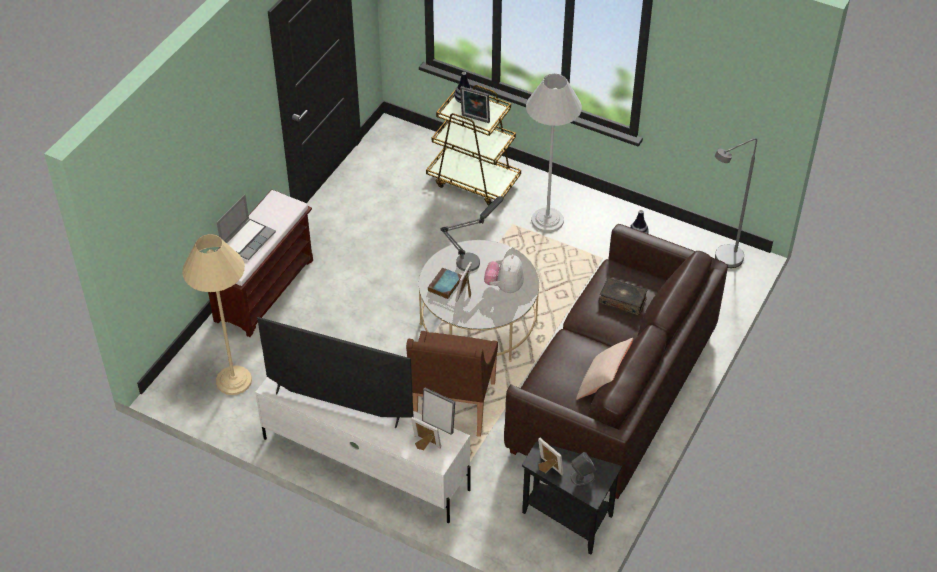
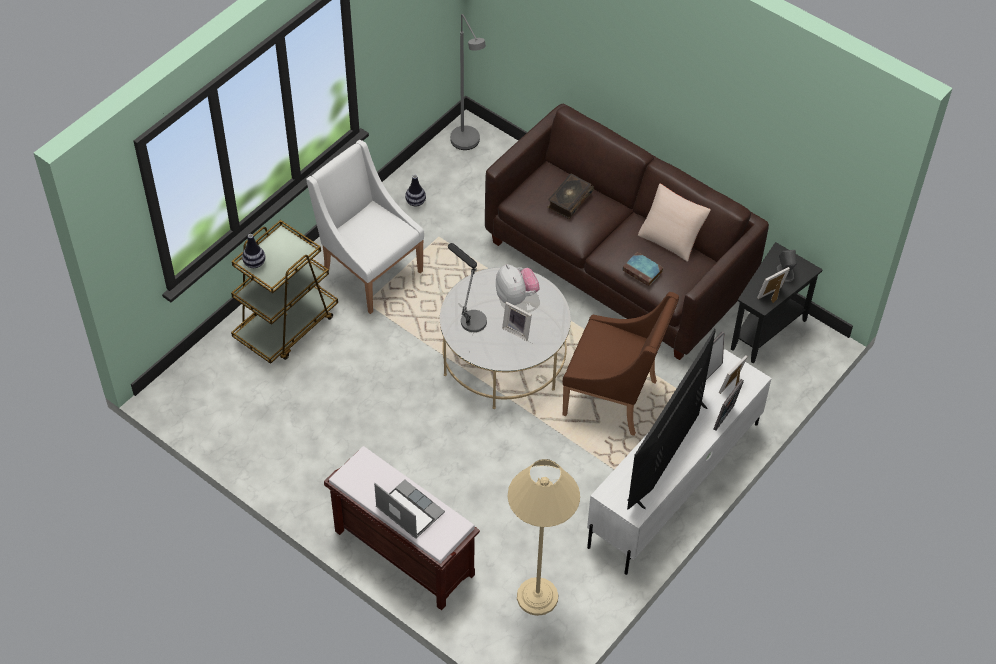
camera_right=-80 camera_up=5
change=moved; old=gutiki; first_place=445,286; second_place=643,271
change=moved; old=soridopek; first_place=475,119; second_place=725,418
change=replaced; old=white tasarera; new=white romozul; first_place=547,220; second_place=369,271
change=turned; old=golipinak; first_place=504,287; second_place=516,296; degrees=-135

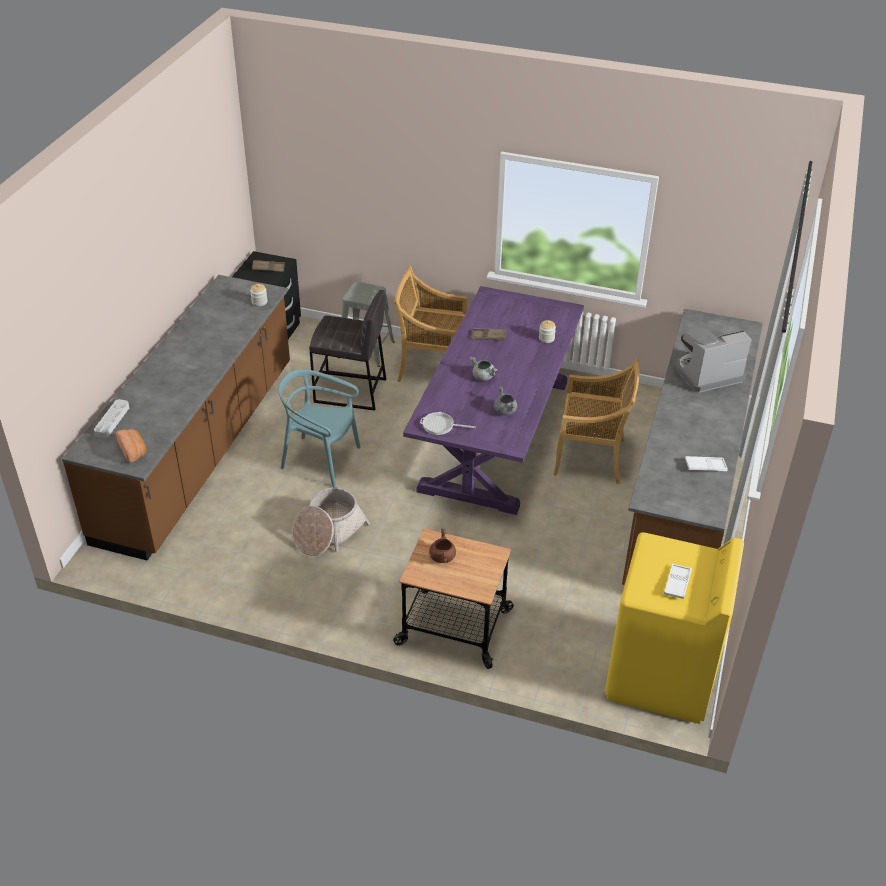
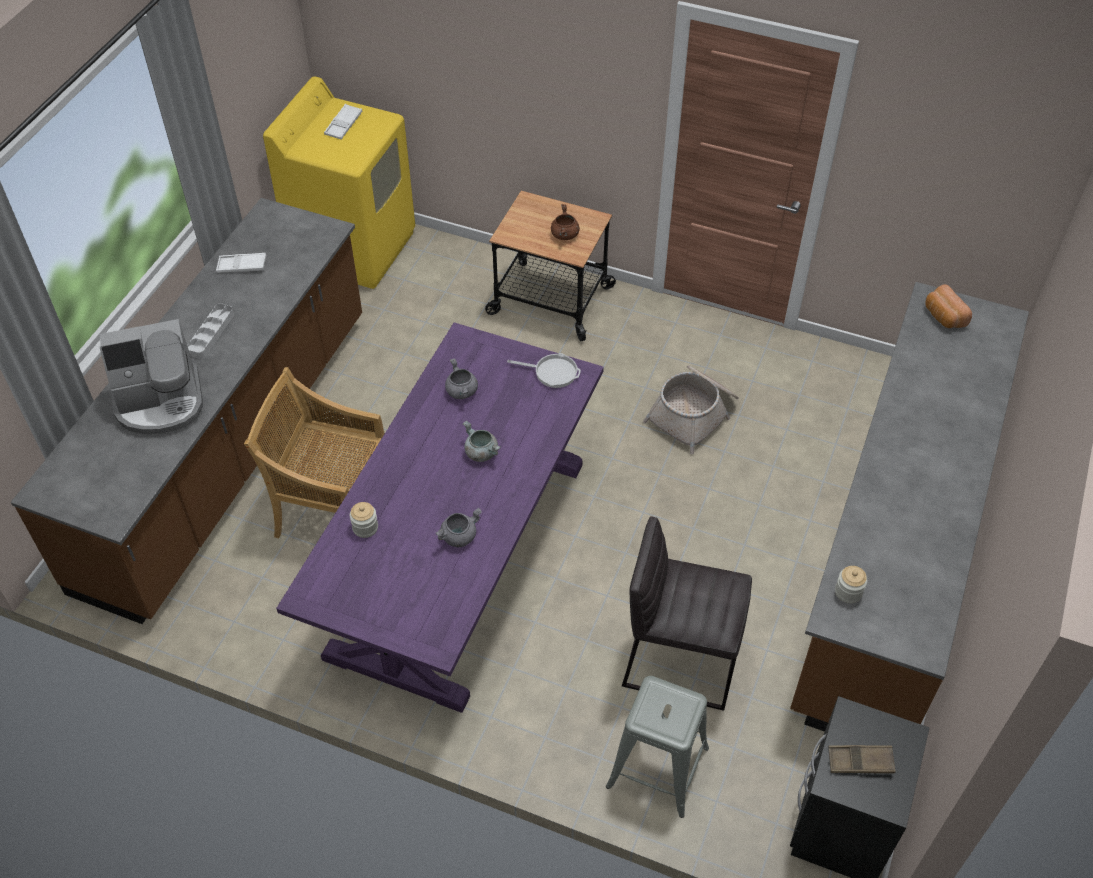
camera_right=-175 camera_up=10
change=removed; old=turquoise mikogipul; first_place=321,460
change=removed; old=beige mikogipul; first_place=431,367
change=moved; old=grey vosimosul; first_place=112,421; second_place=211,333
change=replaced; old=brown vosimosul; new=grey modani; first_place=488,336; second_place=459,536

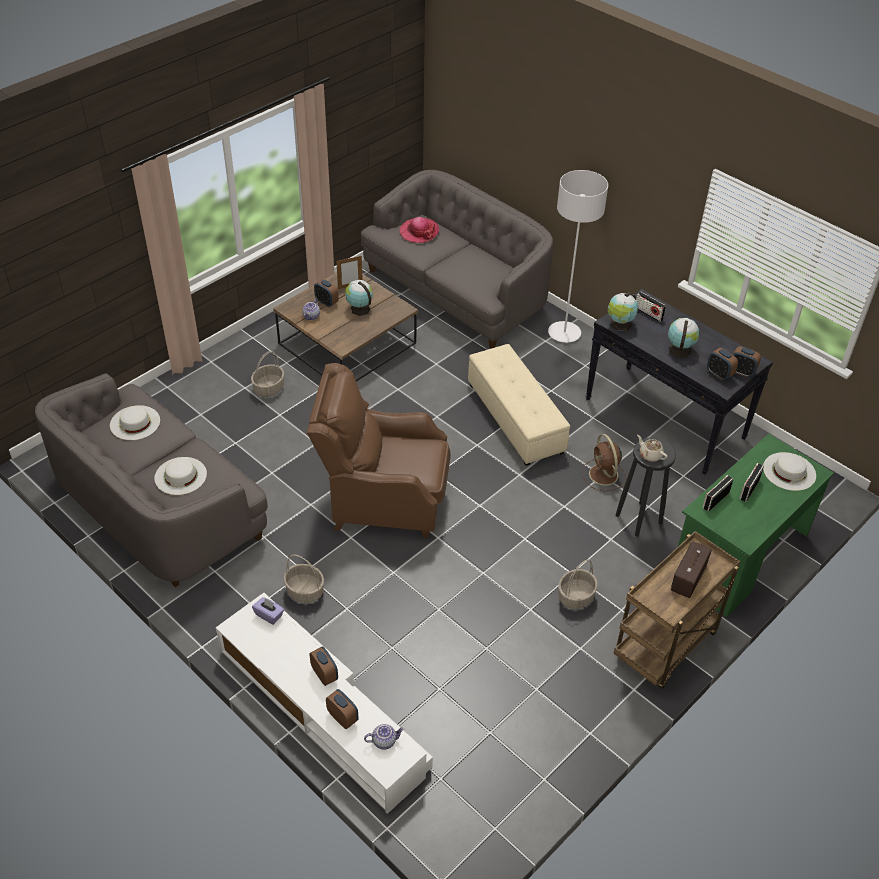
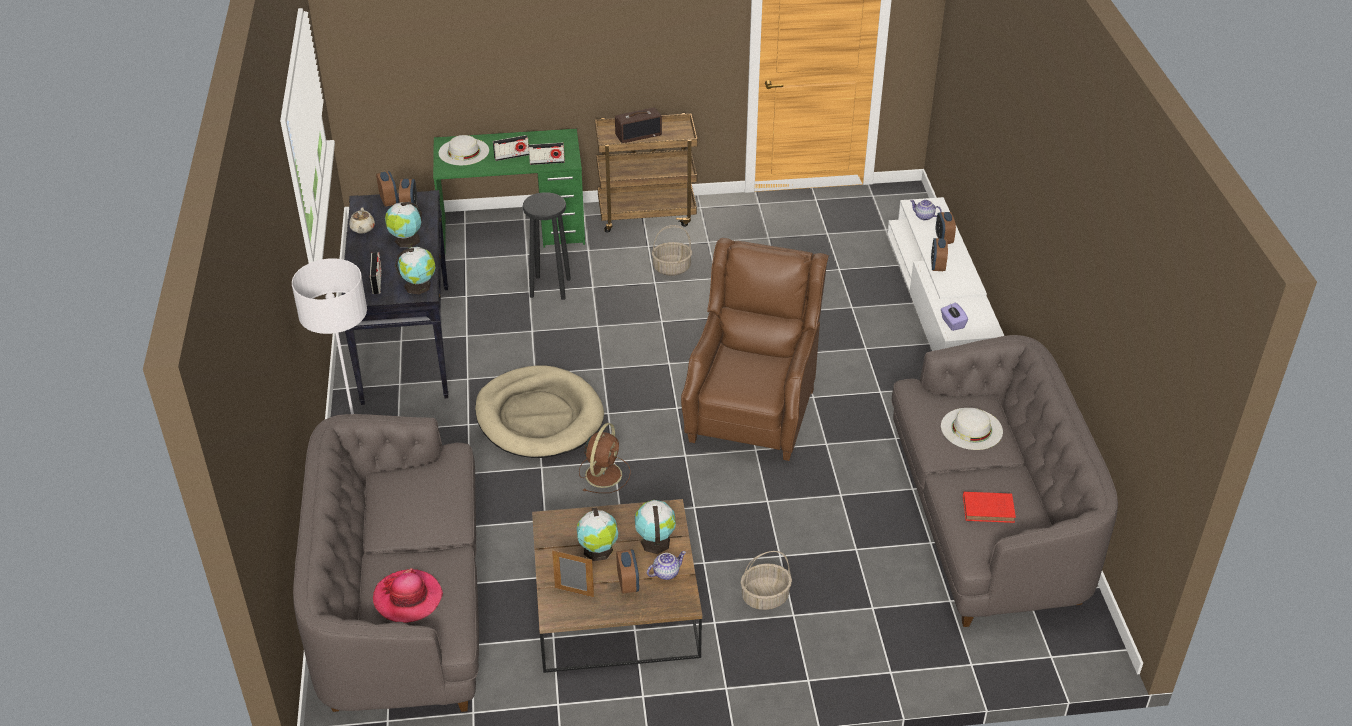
camera_right=-140 camera_up=-5
change=removed; old=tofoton; first_place=304,591
change=added; new=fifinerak; second_place=655,541
change=moved; old=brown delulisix; first_place=604,475; second_place=604,473
change=moved; old=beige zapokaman; first_place=650,455; second_place=362,229
change=replaced; old=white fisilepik; new=red gutiki; first_place=135,422; second_place=989,509
change=replaced; old=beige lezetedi; new=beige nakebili; first_place=516,418; second_place=539,417
change=turned; old=brown romozul; first_place=383,500; second_place=752,412; degrees=-120

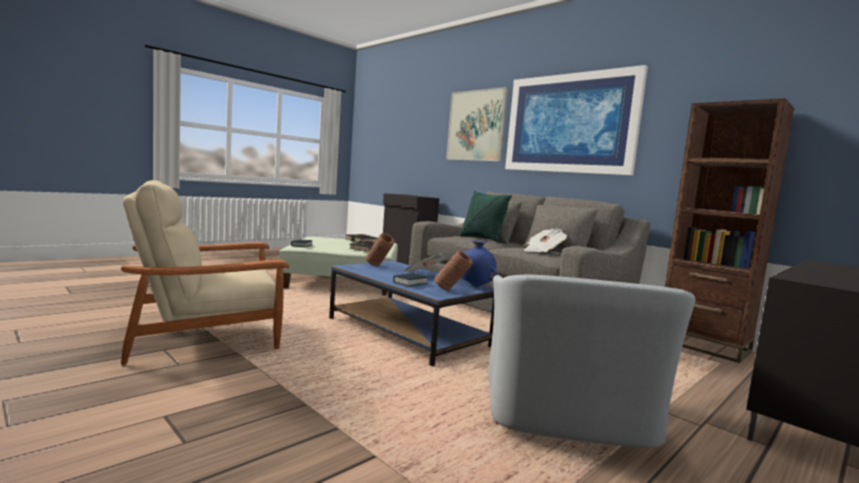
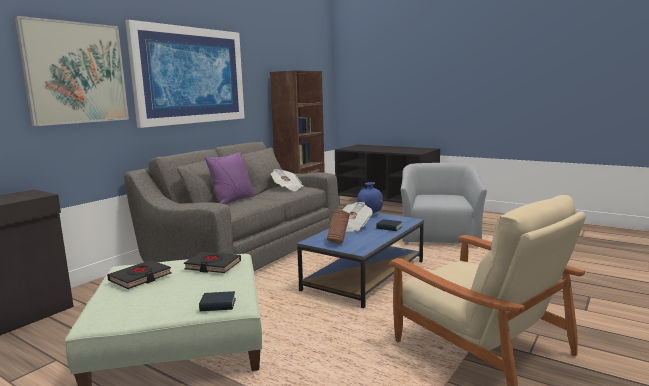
camera_right=-100 camera_up=5
change=removed; old=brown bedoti; first_place=451,291
change=recoloured; old=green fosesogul; new=purple fosesogul; first_place=481,238; second_place=233,201
change=turned; old=grey romozul; first_place=567,415; second_place=439,236; degrees=-75

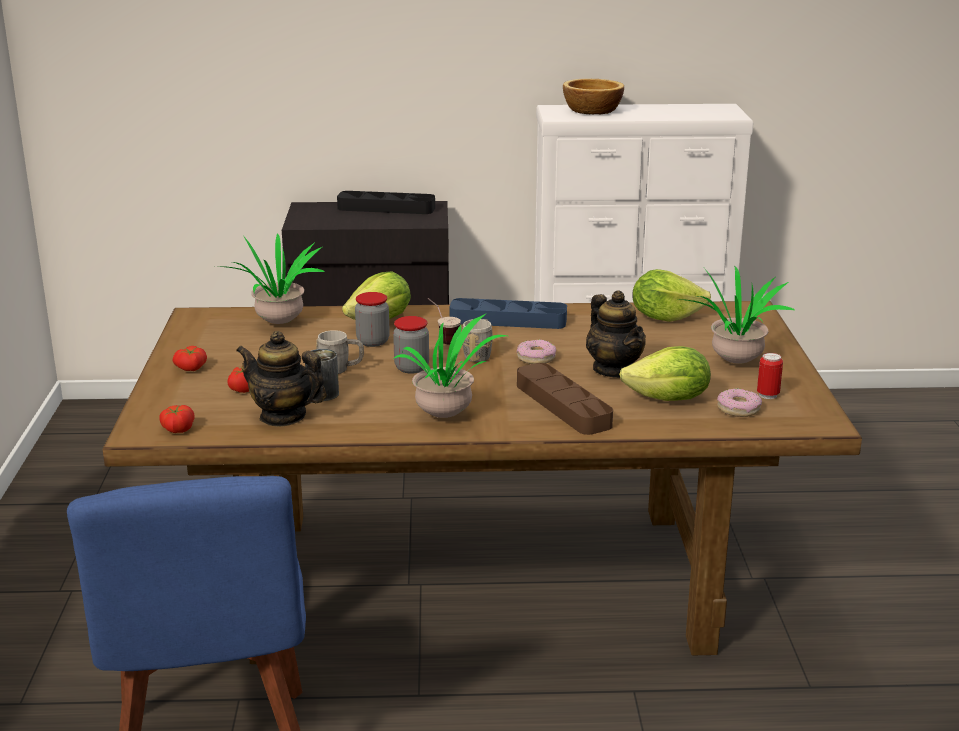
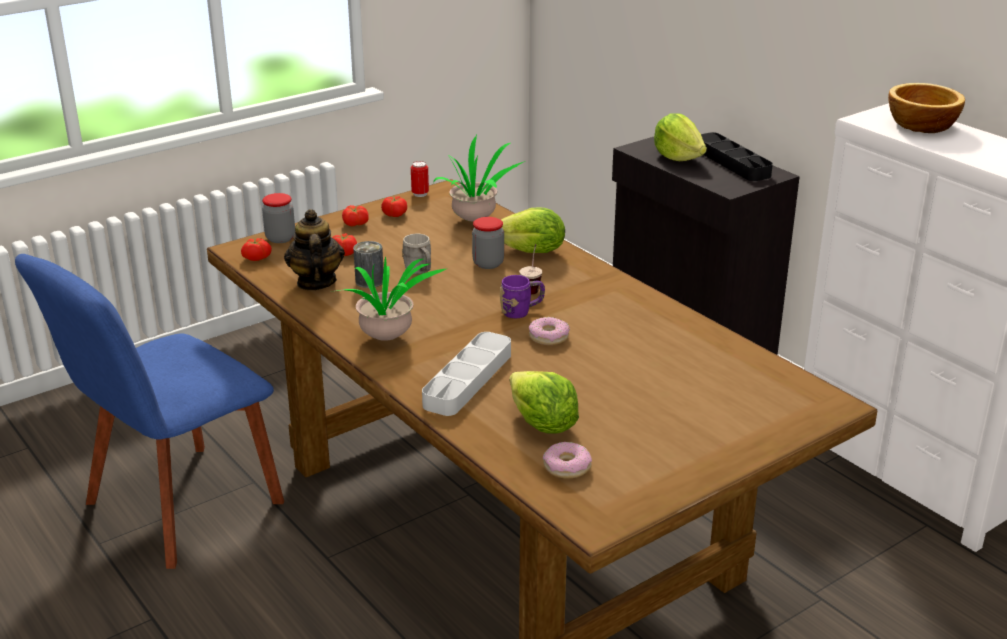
camera_right=55 camera_up=5
change=removed; old=blue vosimosul; first_place=508,320
change=removed; old=zapokaman; first_place=614,370
change=removed; old=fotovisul; first_place=734,361
change=added; new=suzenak; second_place=395,214
change=moved; old=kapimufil; first_place=411,368; second_place=280,238
change=moved; old=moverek; first_place=665,317; second_place=678,157
change=moved; old=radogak; first_place=767,395; second_place=420,194
change=recoloured; old=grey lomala; new=purple lomala; first_place=479,355; second_place=522,312
change=recoloured; old=brown vosimosul; new=grey vosimosul; first_place=563,405; second_place=468,379

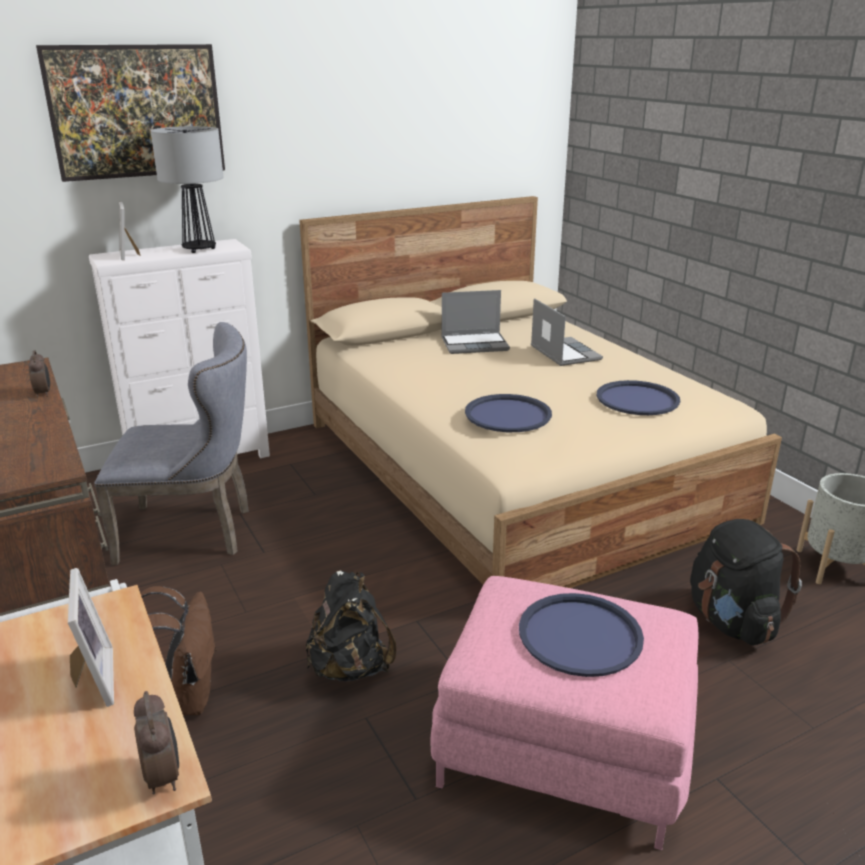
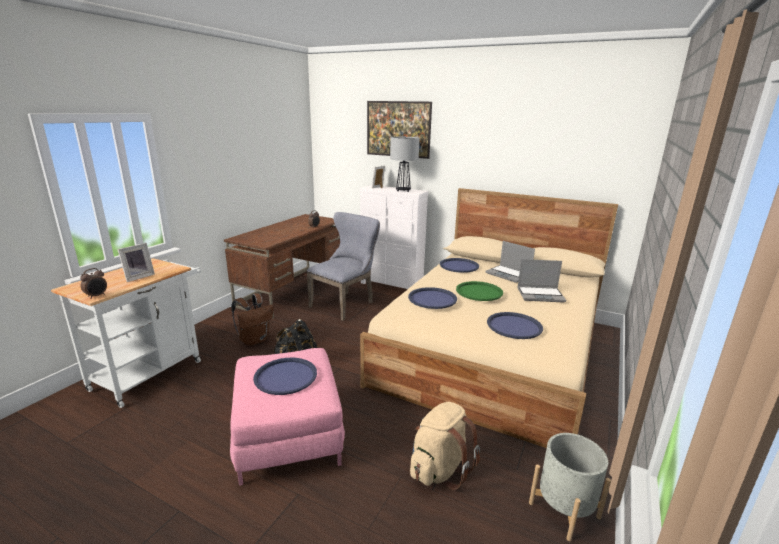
camera_right=55 camera_up=-5
change=added; new=blue vosimosul; second_place=459,266
change=added; new=green vosimosul; second_place=479,292
change=recoloured; old=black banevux; new=beige banevux; first_place=732,621; second_place=439,469
change=turned; old=grey mikogipul; first_place=195,532; second_place=345,303; degrees=-105
change=turned; old=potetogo; first_place=563,353; second_place=541,295; degrees=60

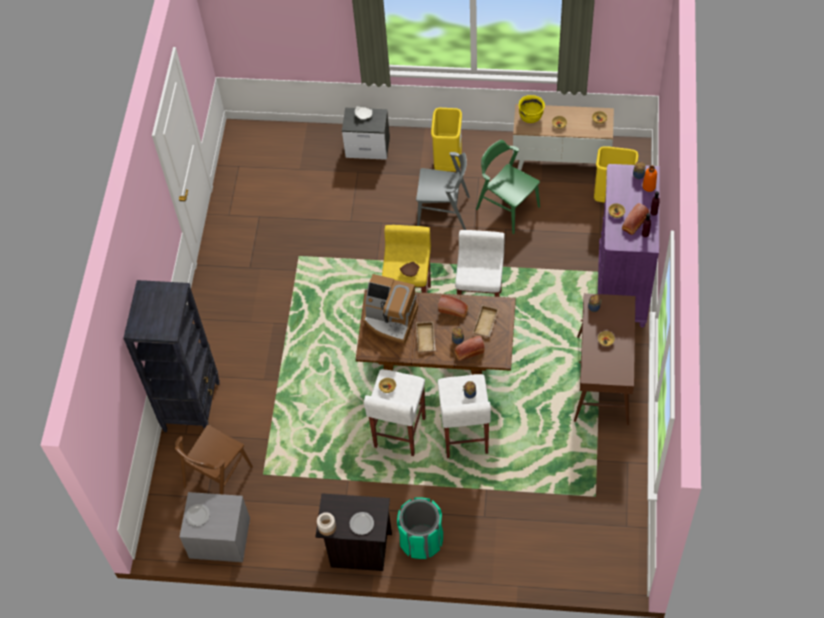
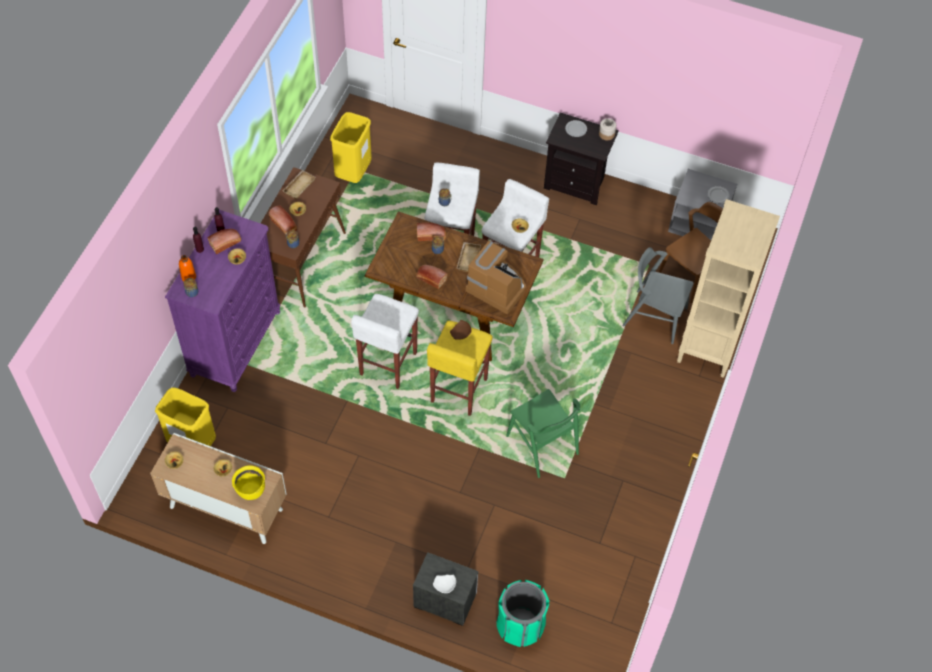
camera_right=-170 camera_up=0
change=added; new=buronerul; second_place=284,225
change=moved; old=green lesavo; first_place=421,539; second_place=520,625
change=moved; old=grey mikogipul; first_place=443,212; second_place=654,317
change=moved; old=yellow lesavo; first_place=448,163; second_place=353,172
change=moved; old=beige vosimosul; first_place=486,323; second_place=298,186
change=moved; old=green mikogipul; first_place=507,208; second_place=542,445
change=recoloured; old=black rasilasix; new=beige rasilasix; first_place=192,406; second_place=708,346

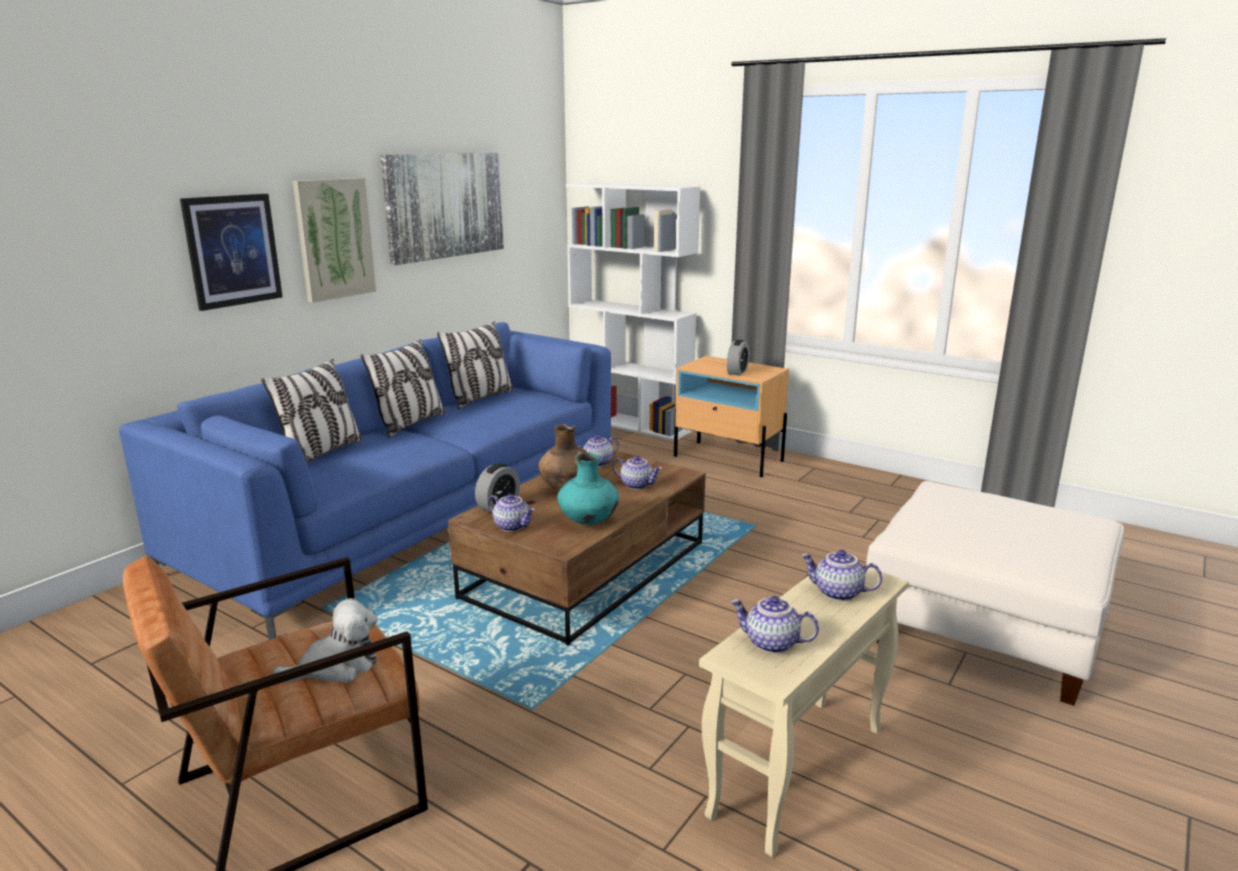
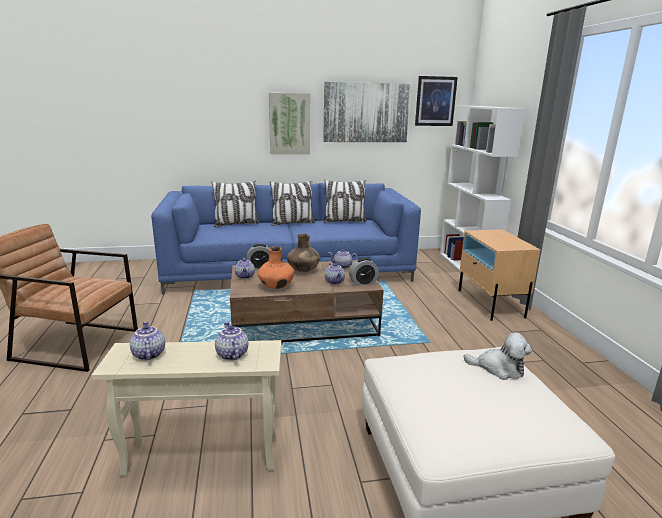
camera_right=45 camera_up=0
change=moved; old=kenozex; first_place=233,250; second_place=435,101
change=moved; old=golipinak; first_place=337,666; second_place=499,369
change=moved; old=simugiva; first_place=737,372; second_place=363,283
change=recoloured; old=turquoise bedoti; new=orange bedoti; first_place=588,521; second_place=276,287

